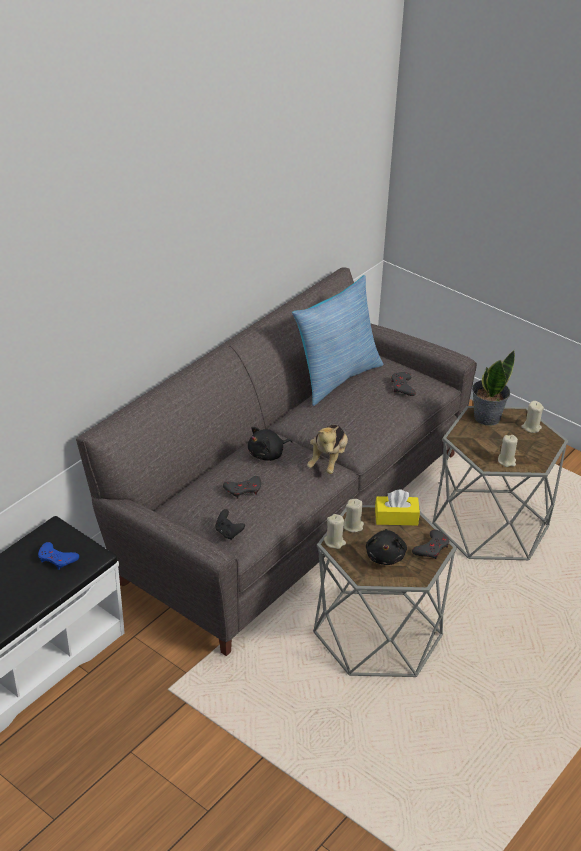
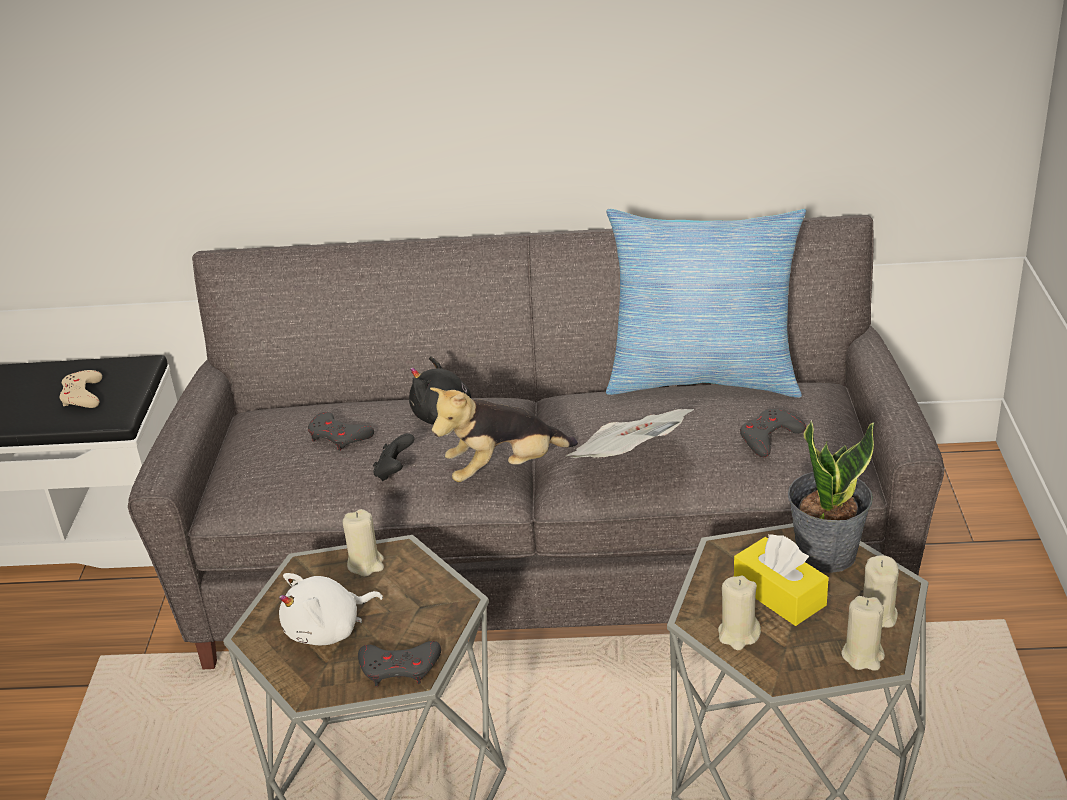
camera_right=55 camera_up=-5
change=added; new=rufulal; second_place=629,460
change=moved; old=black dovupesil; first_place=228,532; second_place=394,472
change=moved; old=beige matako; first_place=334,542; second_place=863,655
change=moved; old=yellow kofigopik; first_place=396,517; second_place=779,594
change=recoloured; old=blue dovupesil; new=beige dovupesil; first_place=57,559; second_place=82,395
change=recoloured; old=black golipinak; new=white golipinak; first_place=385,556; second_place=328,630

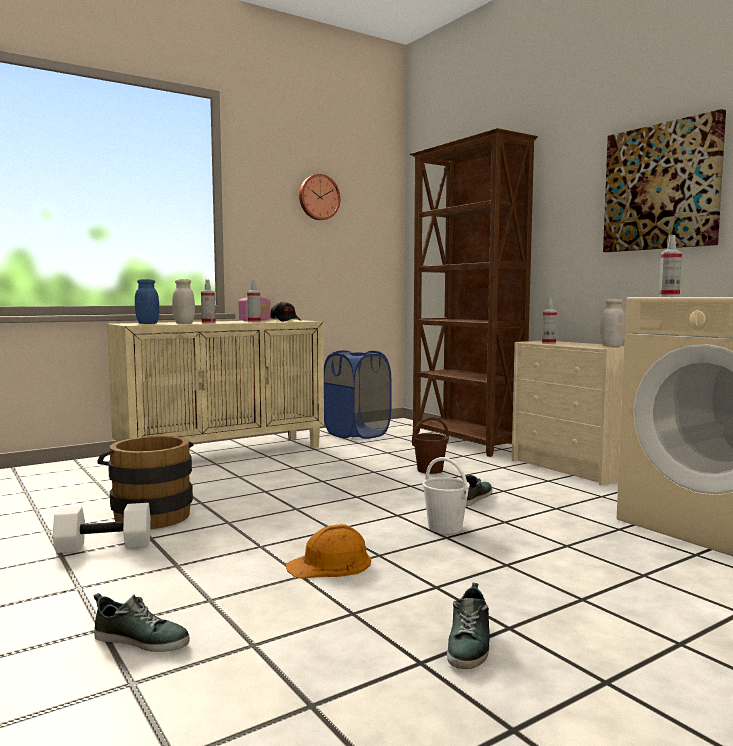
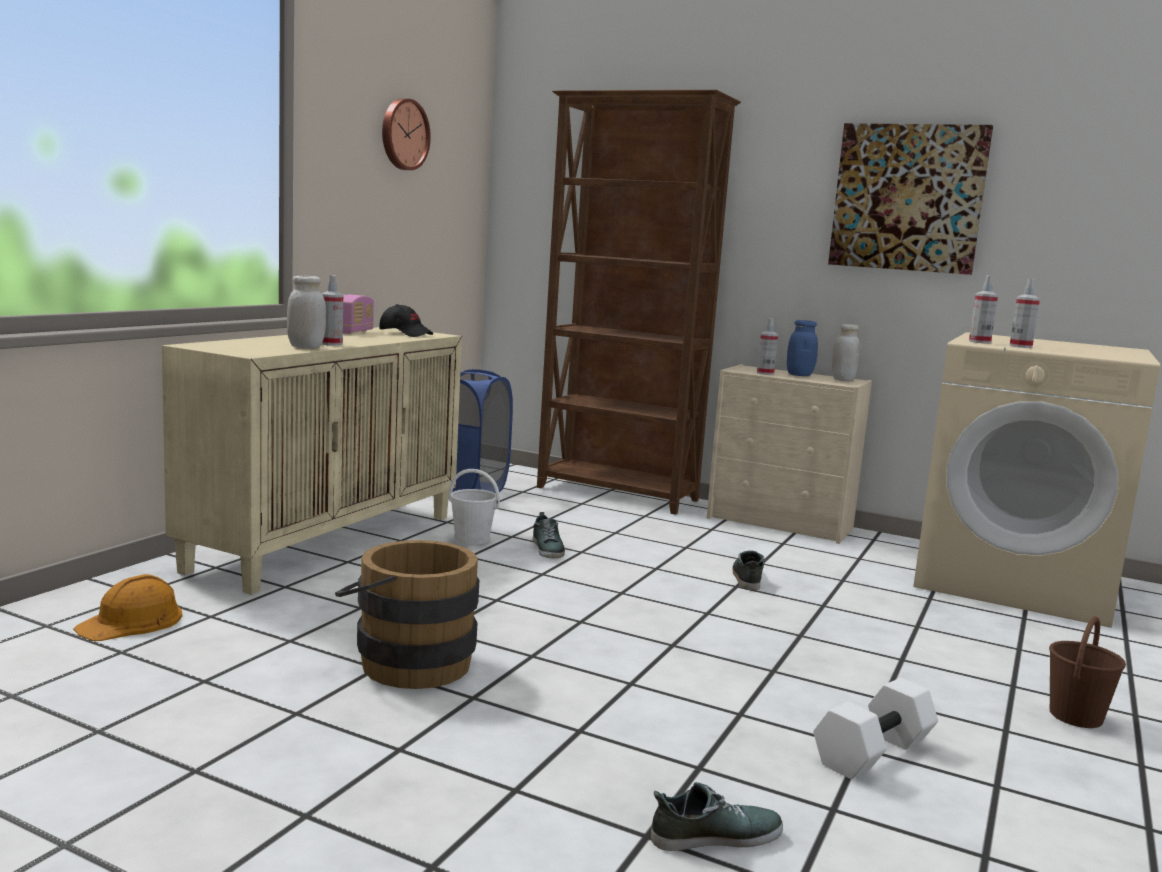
camera_right=-30 camera_up=5
change=moved; old=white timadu; first_place=105,545; second_place=872,751
change=moved; old=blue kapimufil; first_place=147,323; second_place=799,375
change=moved; old=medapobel; first_place=254,322; second_place=1020,346
change=moved; old=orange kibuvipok; first_place=330,564; second_place=132,621
change=moved; old=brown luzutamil; first_place=430,470; second_place=1076,716
change=moved; old=white luzutamil; first_place=445,528; second_place=472,539
change=moved; old=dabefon; first_place=470,644; second_place=548,549

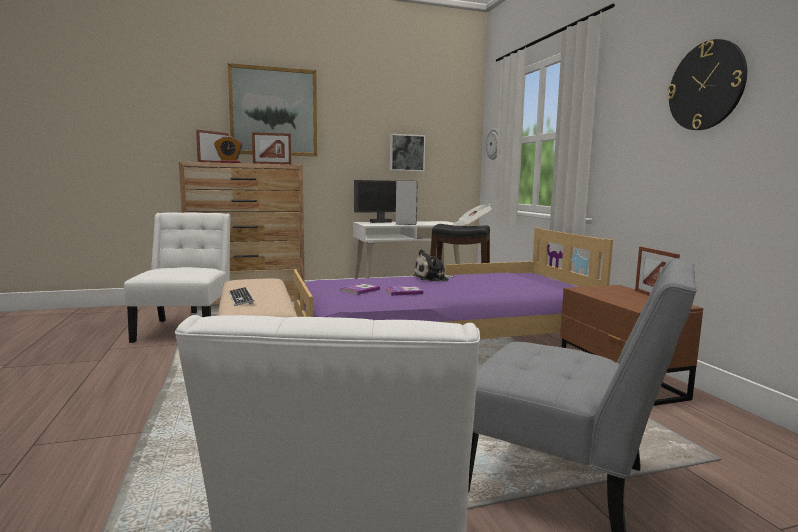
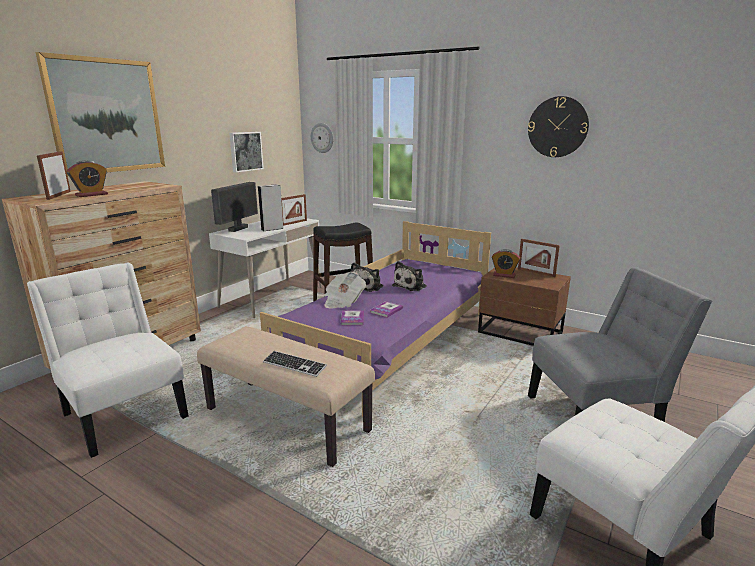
camera_right=-40 camera_up=10
change=added; new=golipinak; second_place=411,286
change=added; new=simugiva; second_place=504,275
change=moved; old=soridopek; first_place=272,164; second_place=294,223
change=moved; old=rufulal; first_place=471,225; second_place=343,301

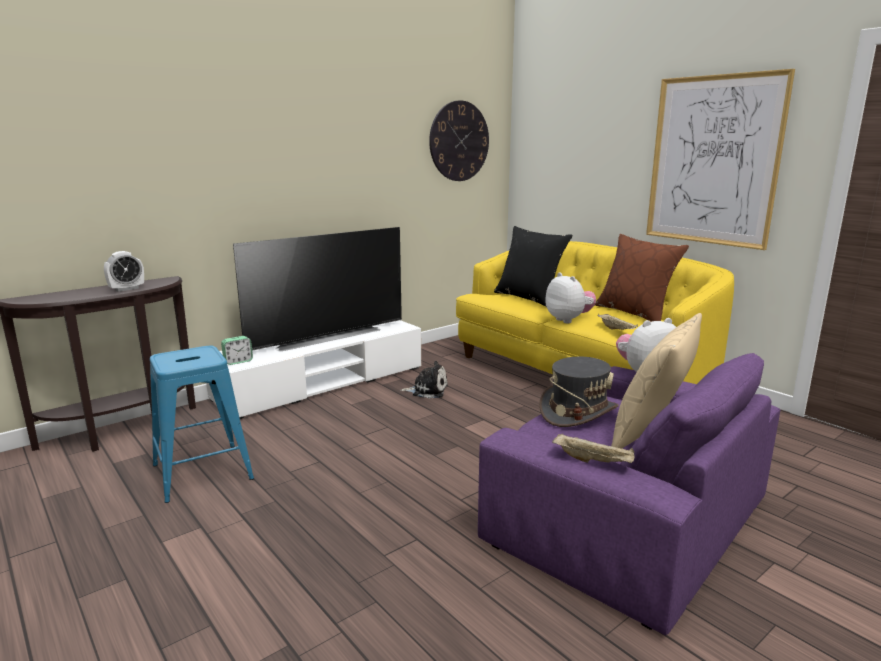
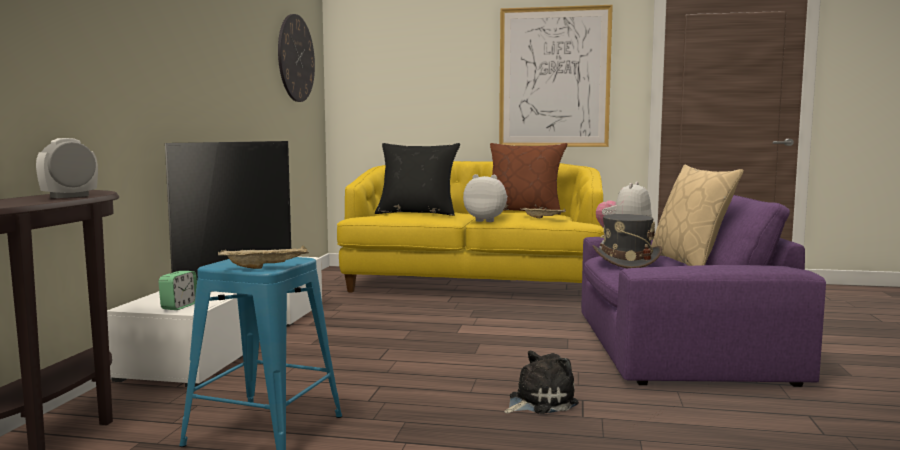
camera_right=-40 camera_up=-10
change=moved; old=golipinak; first_place=427,390; second_place=539,402
change=moved; old=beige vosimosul; first_place=593,461; second_place=266,267
change=turned; old=simugiva; first_place=127,289; second_place=69,196; degrees=-150

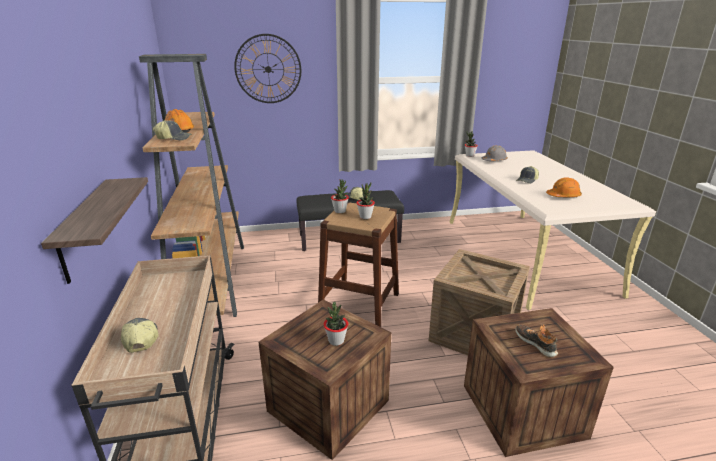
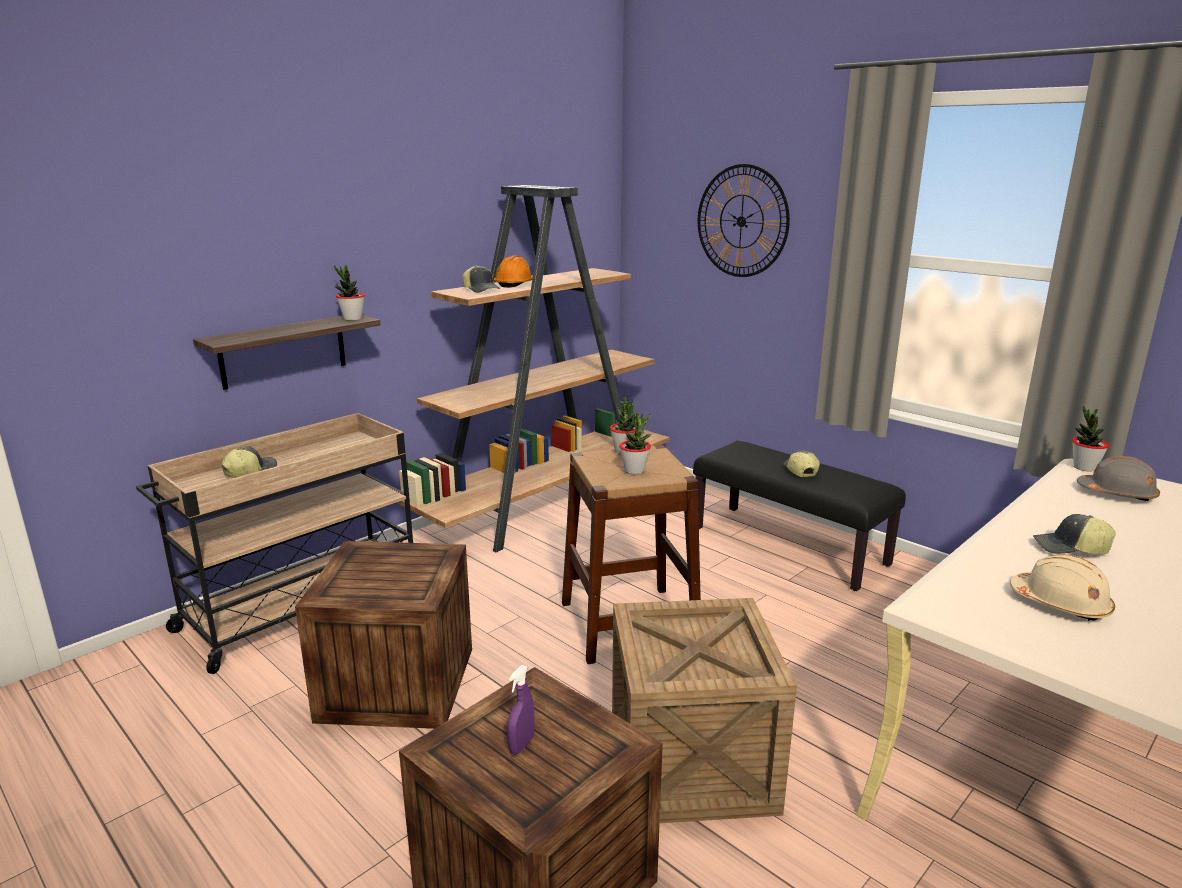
camera_right=55 camera_up=-5
change=moved; old=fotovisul; first_place=336,341; second_place=352,319
change=replaced; old=dabefon; new=purple medapobel; first_place=536,343; second_place=521,745
change=recoloured; old=orange kibuvipok; new=beige kibuvipok; first_place=563,196; second_place=1060,604

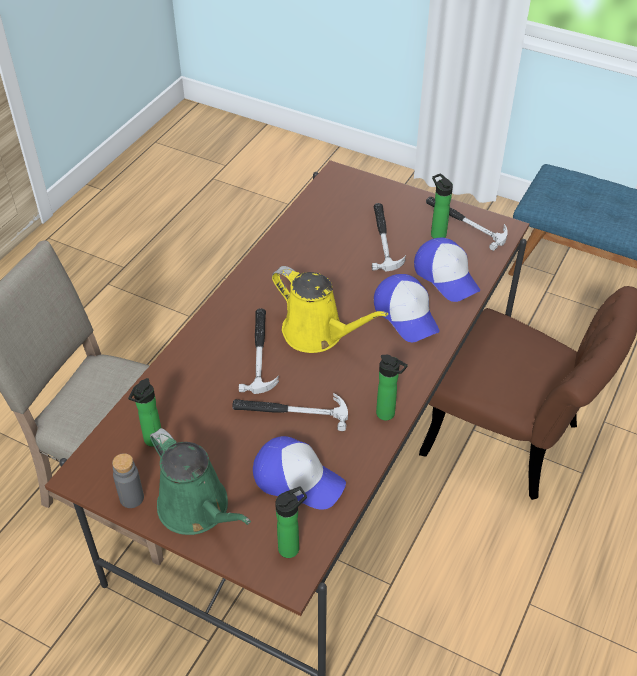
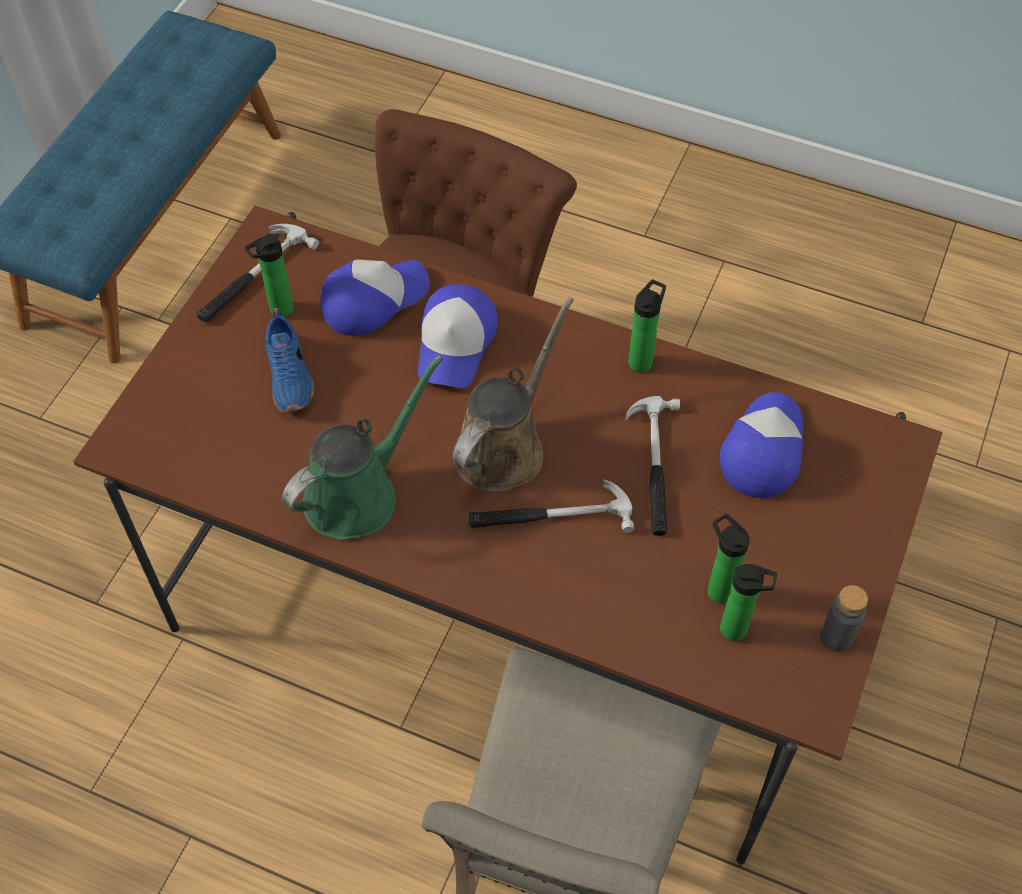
camera_right=-95 camera_up=10
change=moved; old=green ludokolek; first_place=197,509; second_place=358,494
change=moved; old=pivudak; first_place=291,547; second_place=717,588
change=replaced; old=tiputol; new=blue dabefon; first_place=383,239; second_place=290,375
change=recoloured; old=yellow ludokolek; new=brown ludokolek; first_place=318,333; second_place=504,446
change=turned; old=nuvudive; first_place=406,314; second_place=456,344; degrees=135

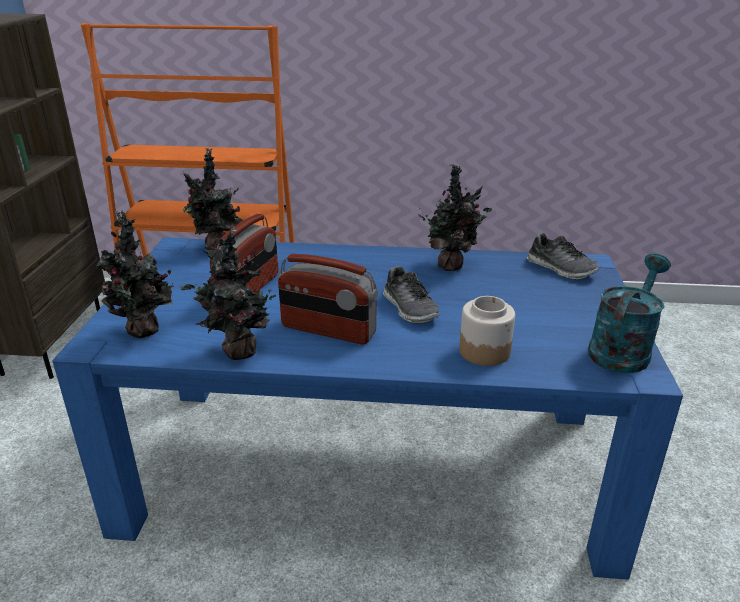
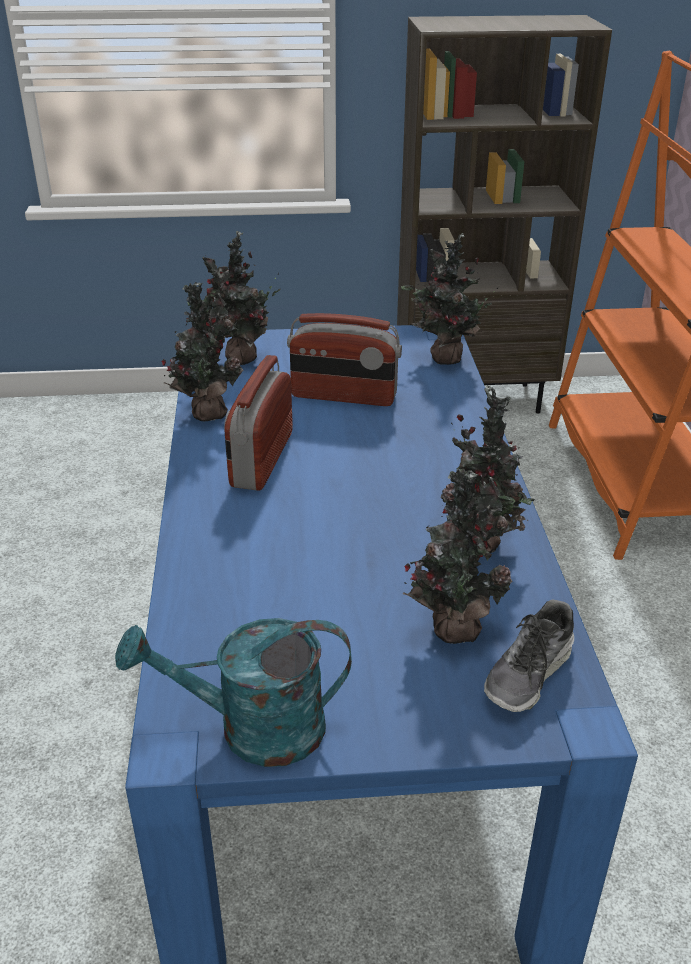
camera_right=80 camera_up=5
change=removed; old=dabefon; first_place=410,308
change=removed; old=kapimufil; first_place=484,351
change=added; new=fotovisul; second_place=452,626
change=turned; old=turquoise ludokolek; first_place=622,349; second_place=252,729; degrees=150

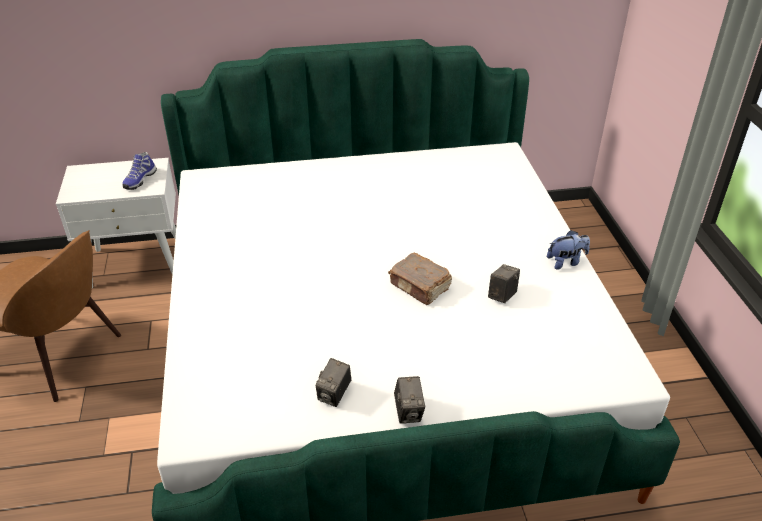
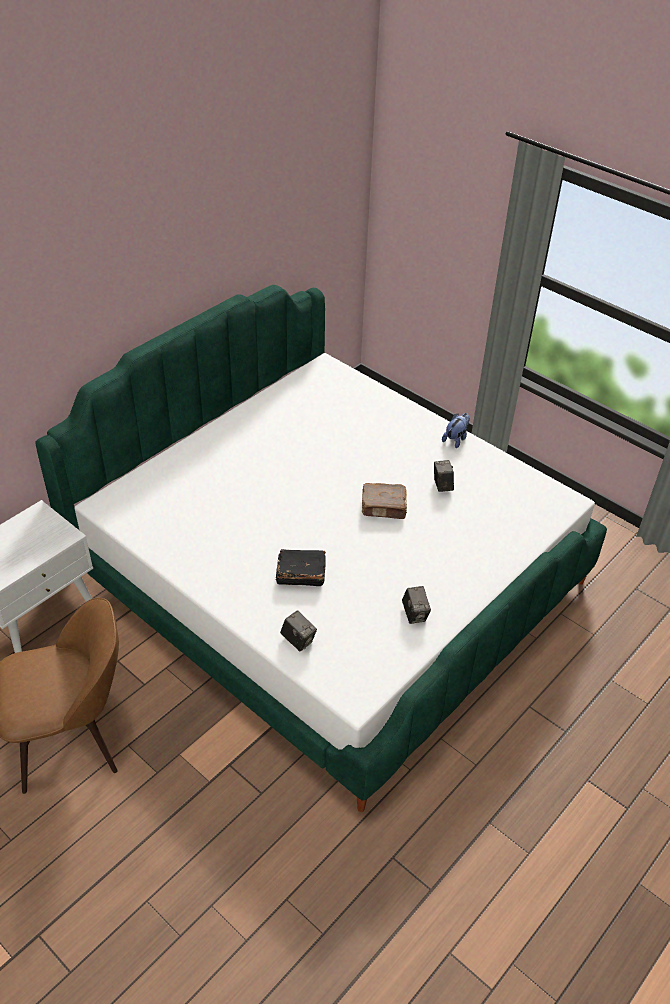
camera_right=-40 camera_up=5
change=removed; old=dabefon; first_place=139,180
change=added; new=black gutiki; second_place=300,574
change=moved; old=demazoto; first_place=408,412; second_place=298,640

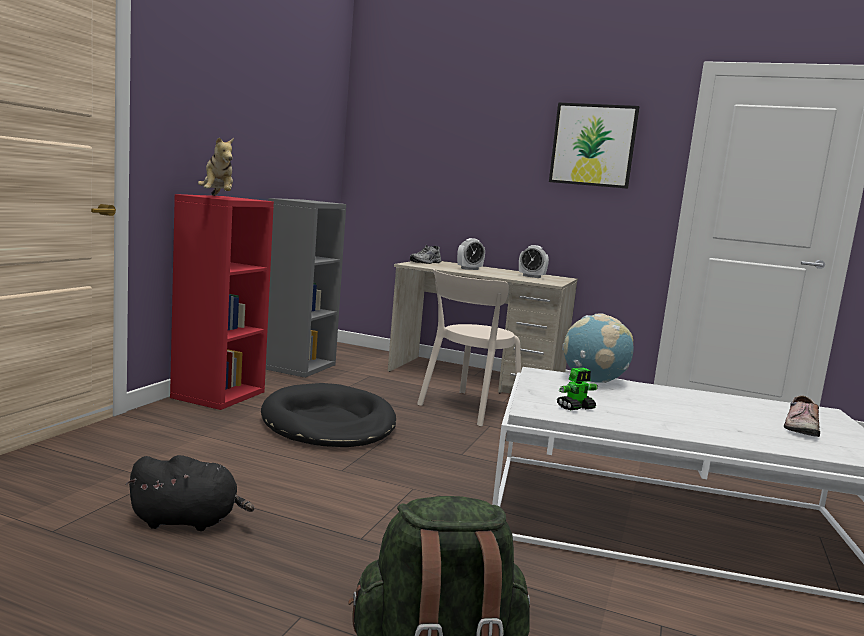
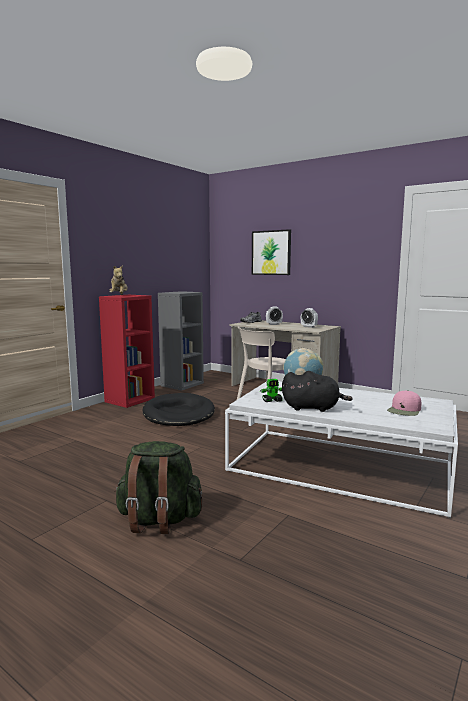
camera_right=15 camera_up=0
change=moved; old=black golipinak; first_place=188,521; second_place=313,408
change=moved; old=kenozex; first_place=593,145; second_place=271,252
change=replaced; old=dabefon; new=pink nuvudive; first_place=799,427; second_place=404,410

